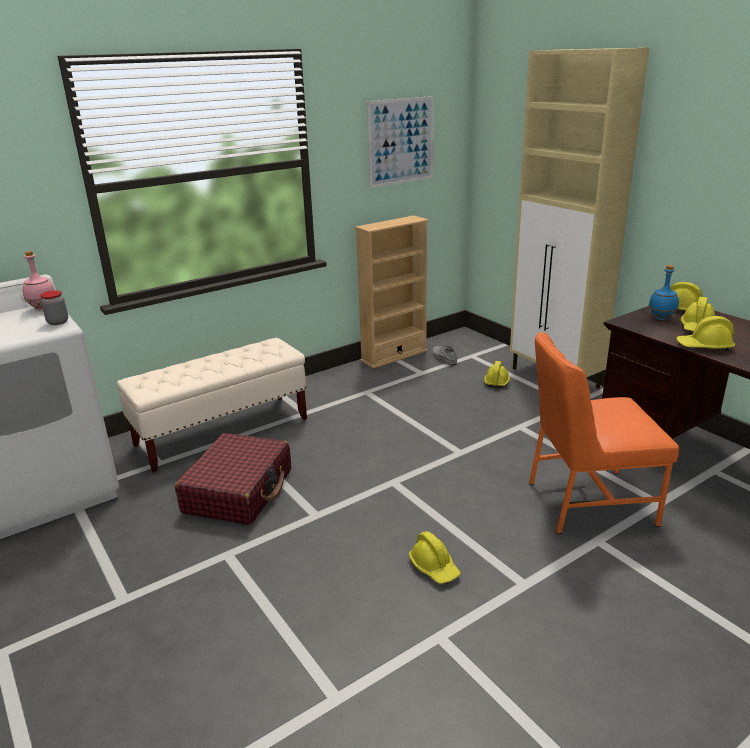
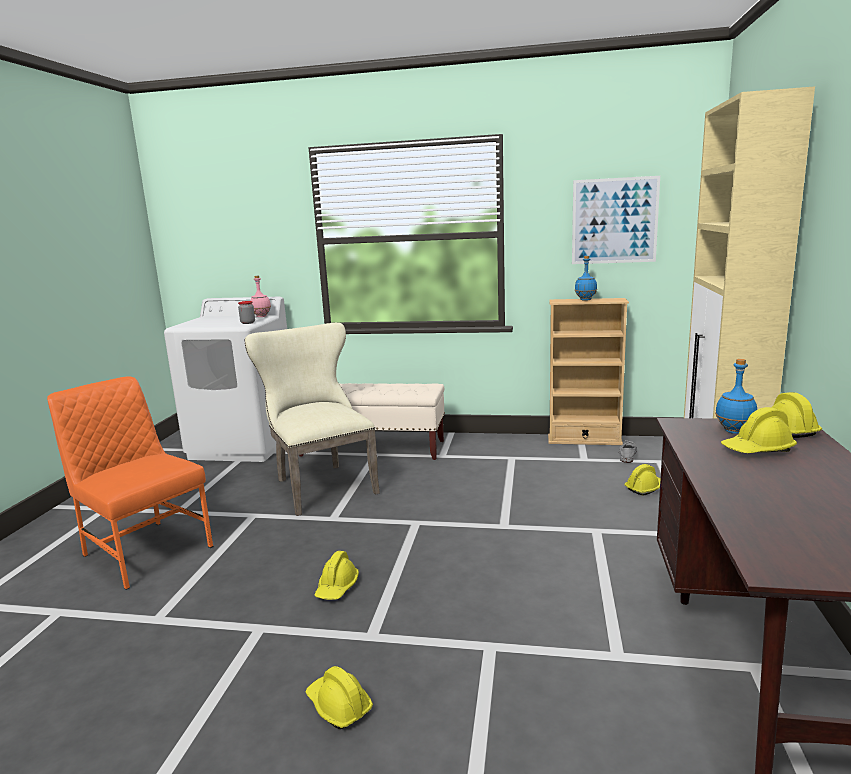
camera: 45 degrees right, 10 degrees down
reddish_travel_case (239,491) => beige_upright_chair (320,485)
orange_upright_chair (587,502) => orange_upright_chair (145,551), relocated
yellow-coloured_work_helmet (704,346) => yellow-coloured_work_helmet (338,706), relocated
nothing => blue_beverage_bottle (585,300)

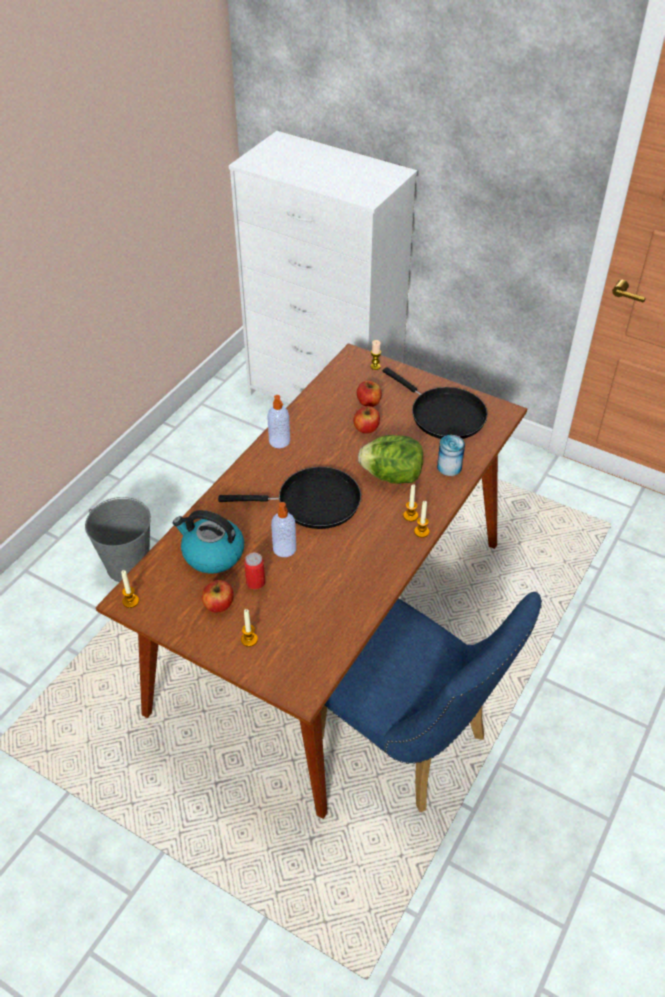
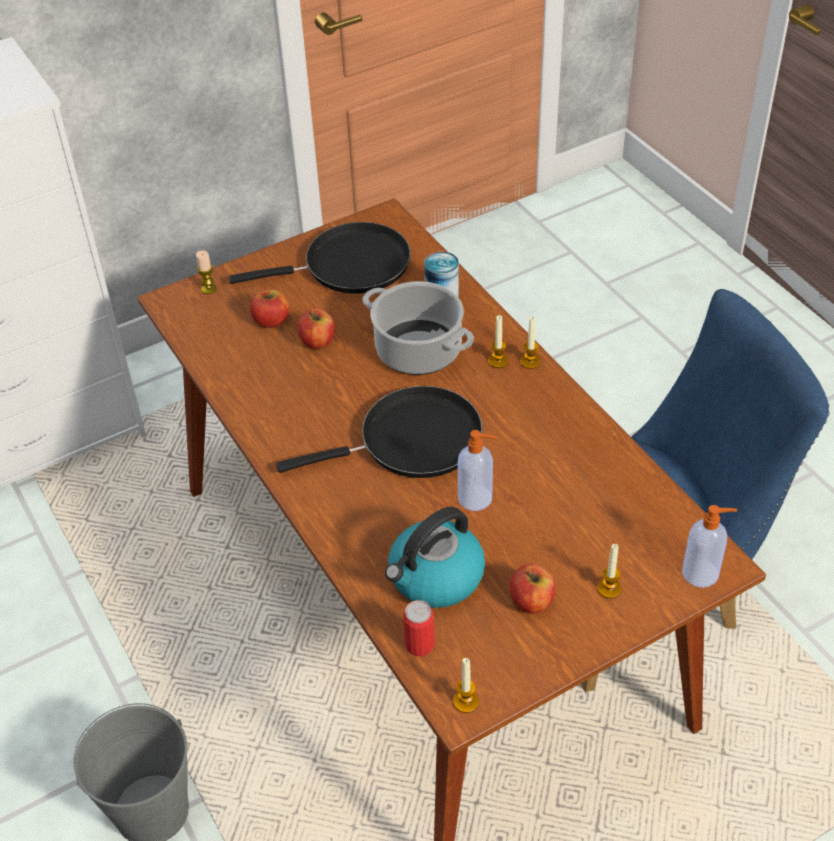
camera: 60 degrees left, 0 degrees up
black_skillet (312,502) => black_skillet (412,441), 45 degrees clockwise
can (255,582) => can (419,644), relocated
soap_dispenser (280,442) => soap_dispenser (701,573), relocated
lettuce (392,476) => stockpot (419,351)

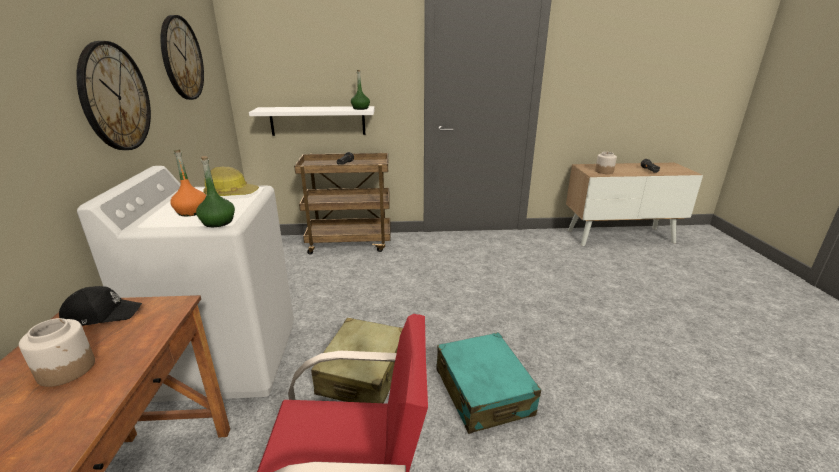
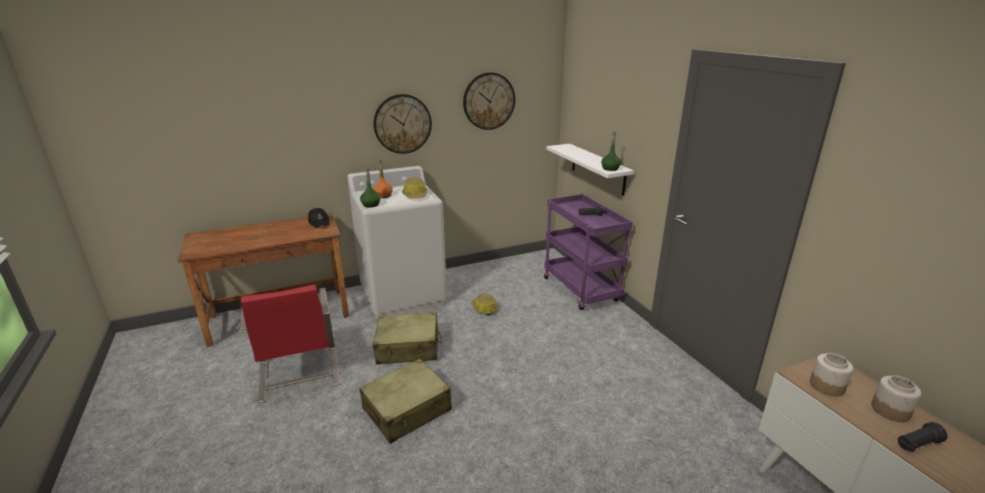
camera: 70 degrees right, 0 degrees up
preserve_jar (67,369) => preserve_jar (890,410), relocated
brownish_trolley (350,243) => purple-coloured_trolley (582,290)
turquoise_travel_case (483,392) => beige_travel_case (407,410)
nothing => work_helmet (484,309)

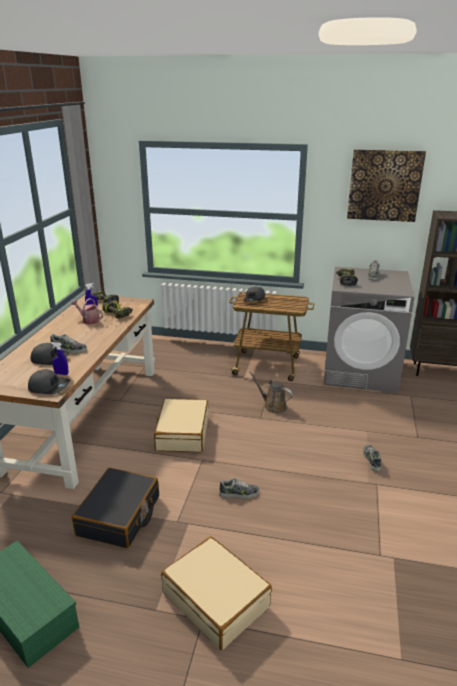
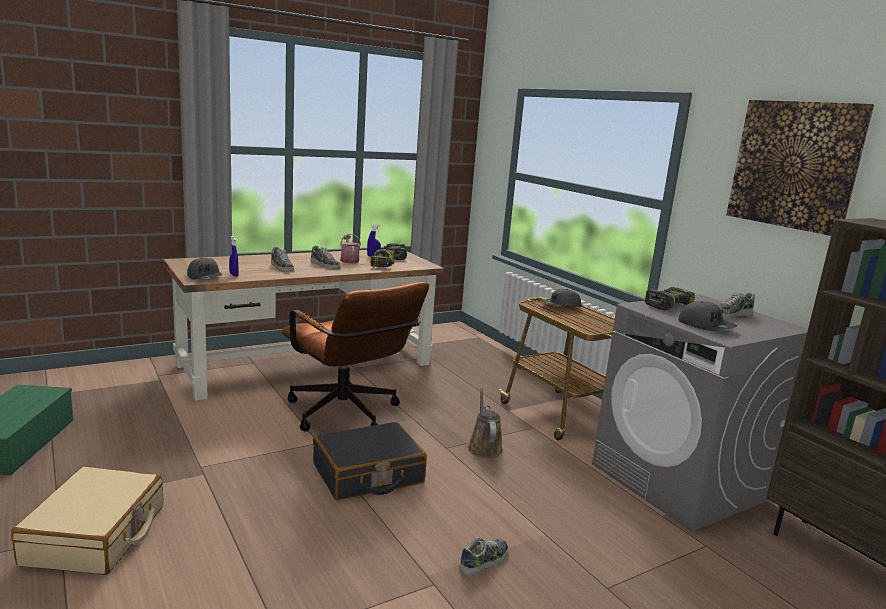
camera: 45 degrees right, 10 degrees down
grey_cap (50,359) => grey_cap (706,326), relocated
black_travel_case (119,516) => black_travel_case (368,474), relocated
beige_travel_case (182,433) => brownish_computer_chair (348,416)
shoe (239,493) => shoe (324,265), relocated

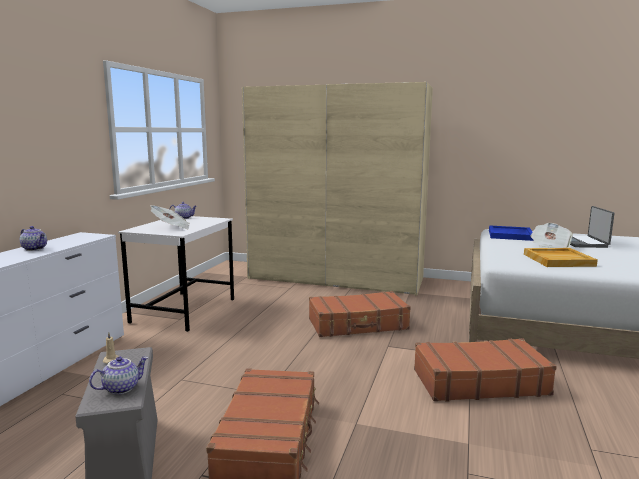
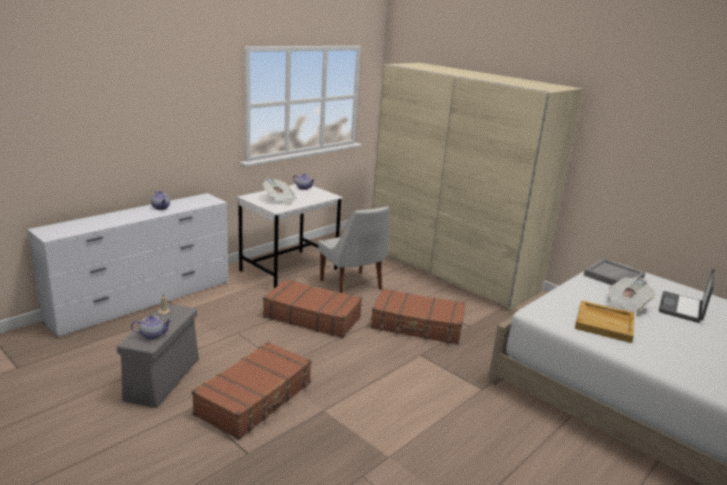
camera: 25 degrees right, 10 degrees up
brownish_travel_case (479,382) => brownish_travel_case (312,317), relocated
blue_serving_tray (510,235) => grey_serving_tray (614,277)
nothing => whitish_upright_chair (352,286)

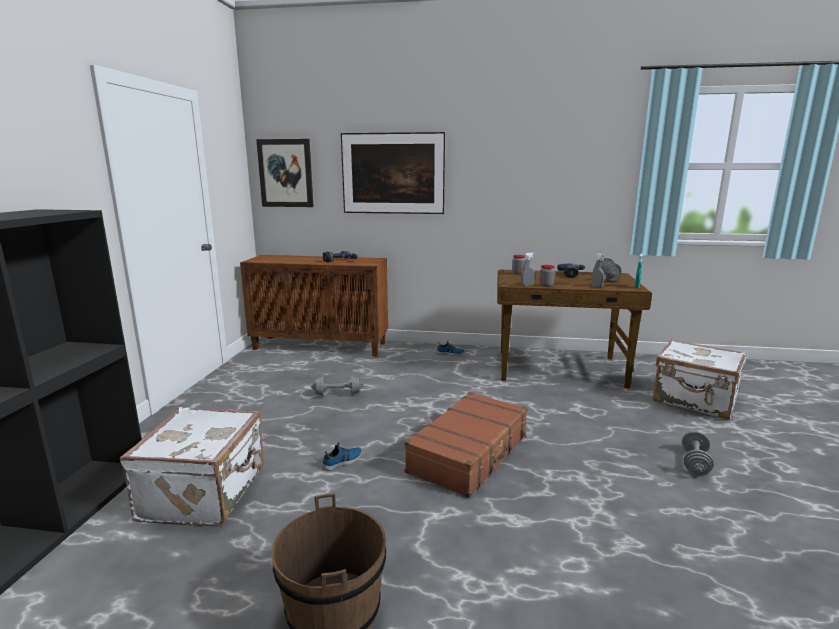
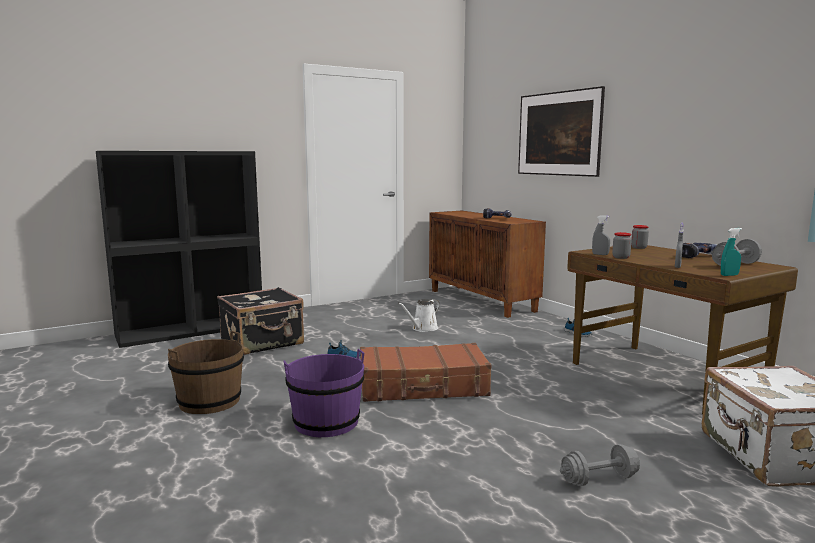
camera: 50 degrees right, 5 degrees down
whitish_travel_case (206,493) => black_travel_case (263,343)
wall_picture (285,173) => nothing
grey_hand_weight (338,394) => whitish_watering_can (423,329)
nothing => purple-coloured_bucket (326,422)

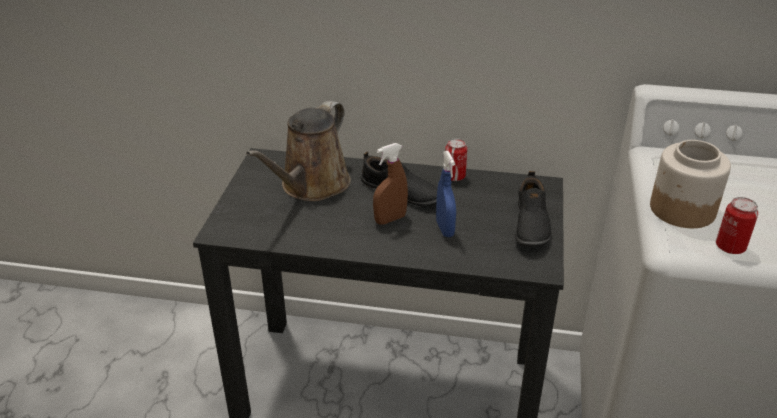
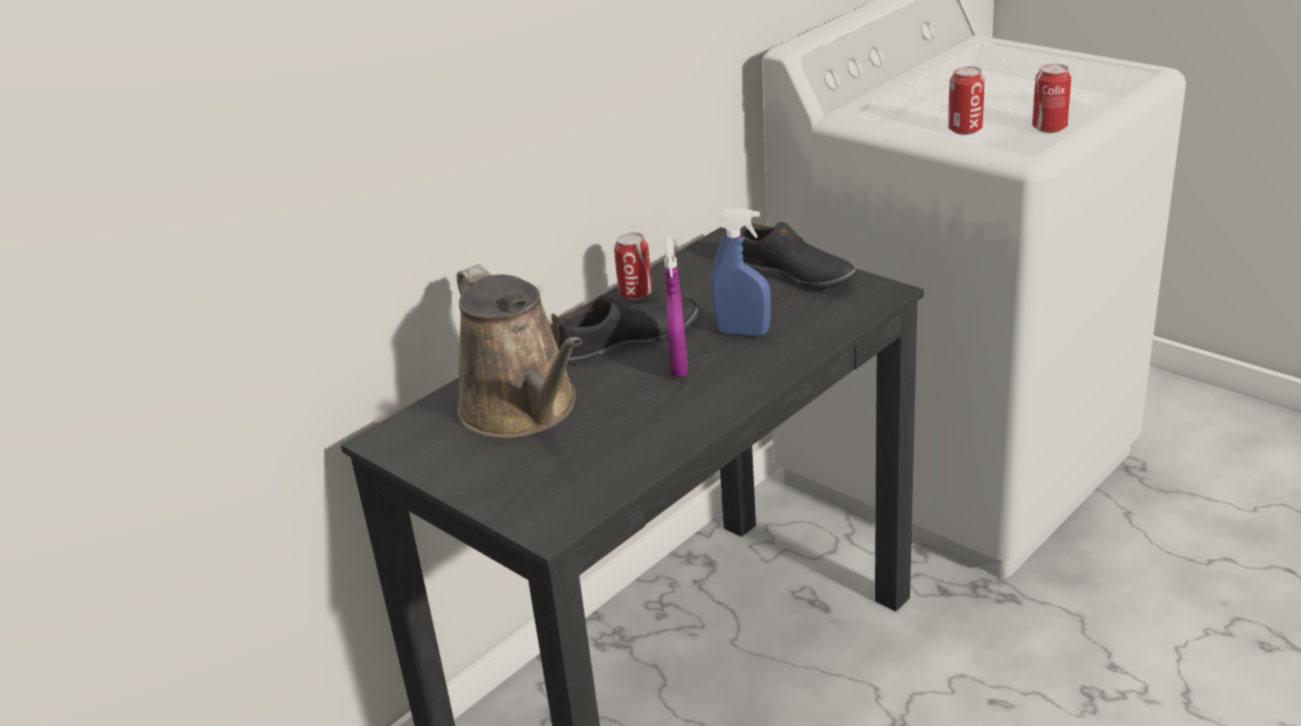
camera: 55 degrees left, 5 degrees down
brownish_spray_bottle (390,219) => purple-coloured_spray_bottle (679,366)
preserve_jar (681,209) => can (965,130)

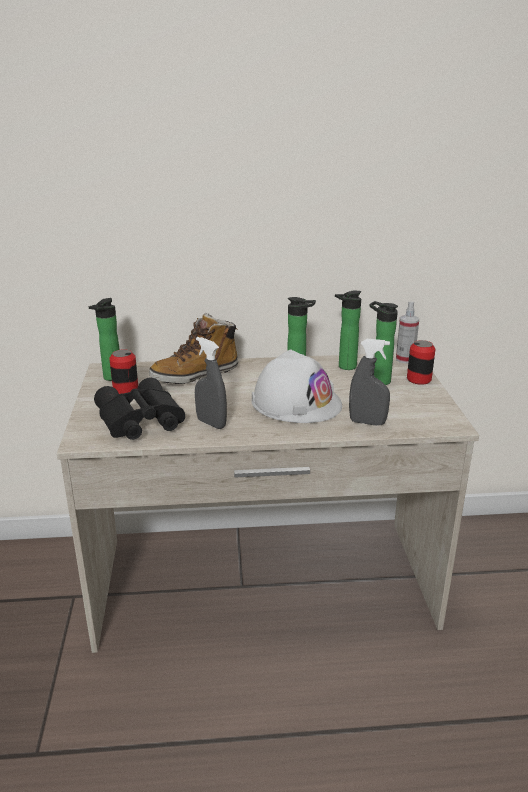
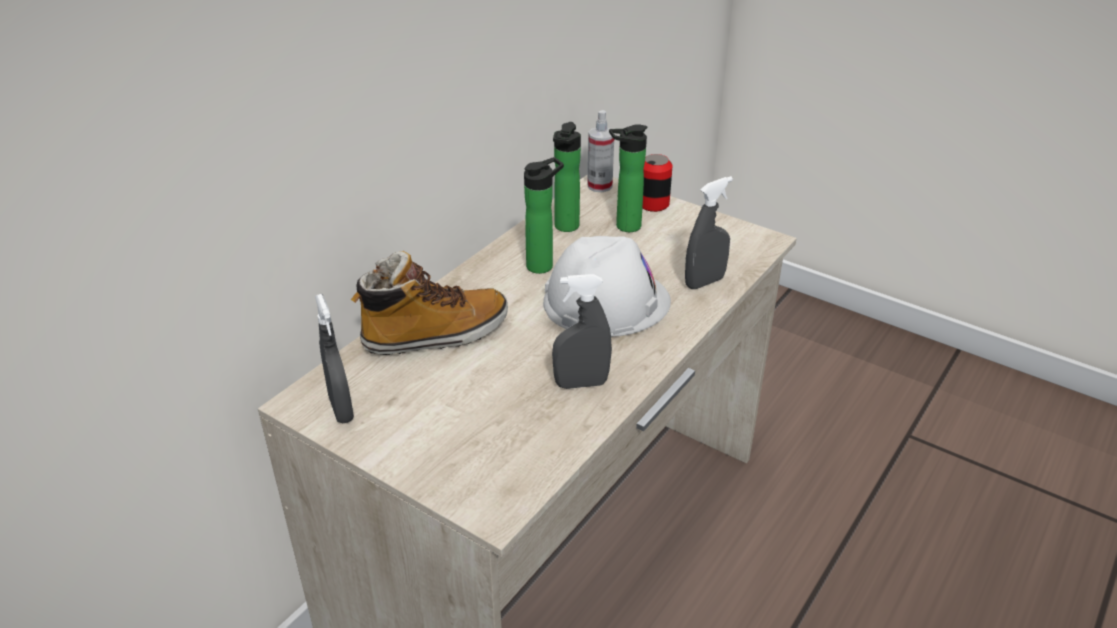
camera: 50 degrees left, 10 degrees up
beverage_bottle (110,378) => grey_spray_bottle (341,409)
black_field_glasses (139,421) => nothing
can (125,389) => nothing
tall_boot (195,374) => tall_boot (435,335), 120 degrees counterclockwise

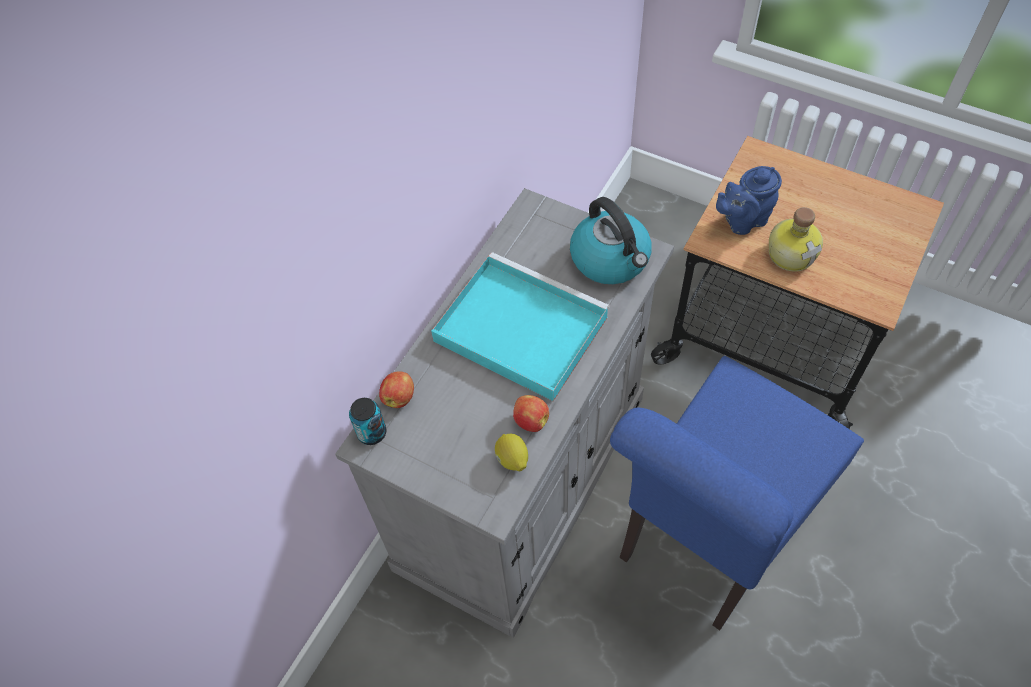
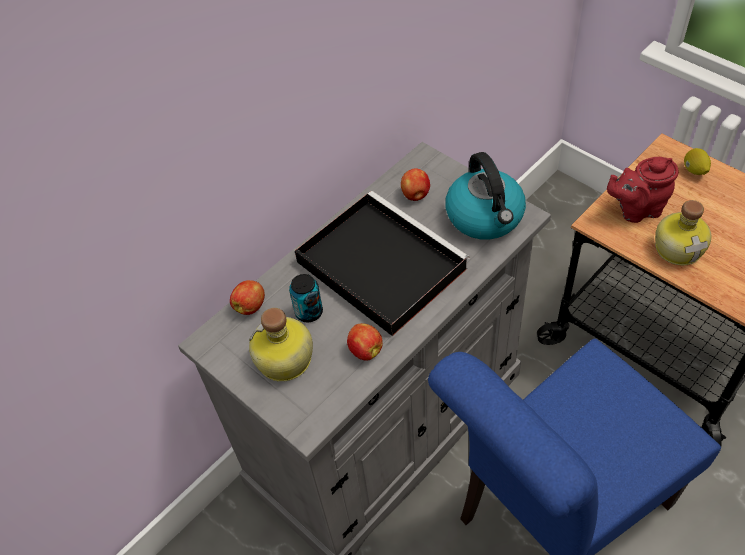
camera: 15 degrees right, 5 degrees down
can (372,433) => can (309,312), relocated
turquoise_serving_tray (517,328) => black_serving_tray (378,264)
lemon (512,459) => lemon (694,170), relocated
blue_pot_for_tea (742,221) => reddish_pot_for_tea (636,209)
nothing => beverage_bottle (284,361)
nothing => whole_apple (415,195)

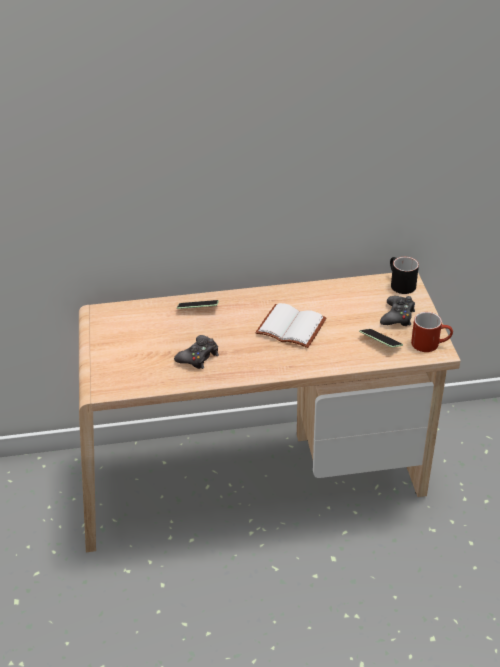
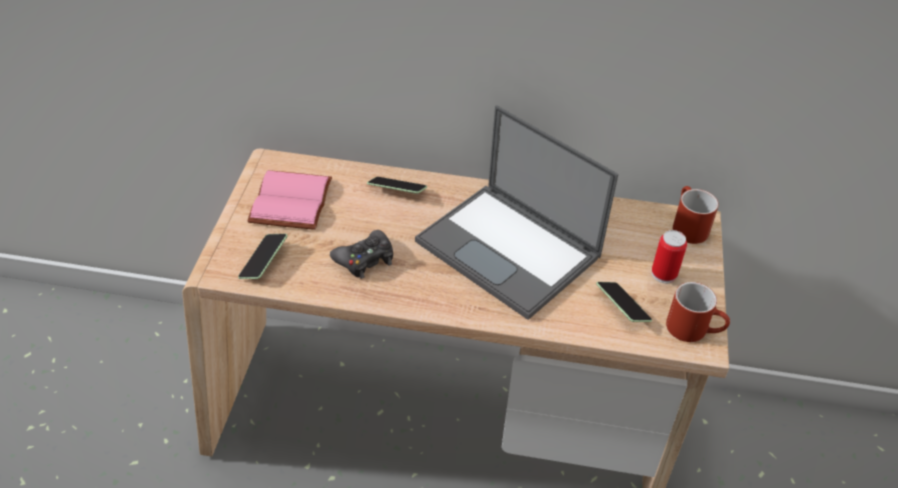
camera: 15 degrees right, 5 degrees up
whitish_volume (292,326) => laptop (510,250)
black_gamepad (398,316) => can (664,274)
black_coffee_mug (399,284) => reddish_coffee_mug (686,226)
nothing => phone (264,262)
nothing => pink_volume (293,203)

